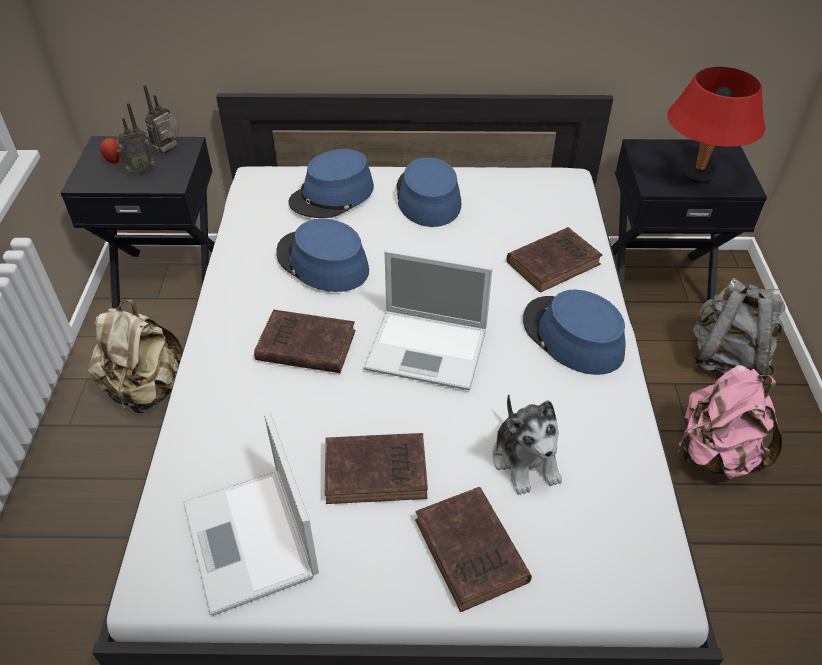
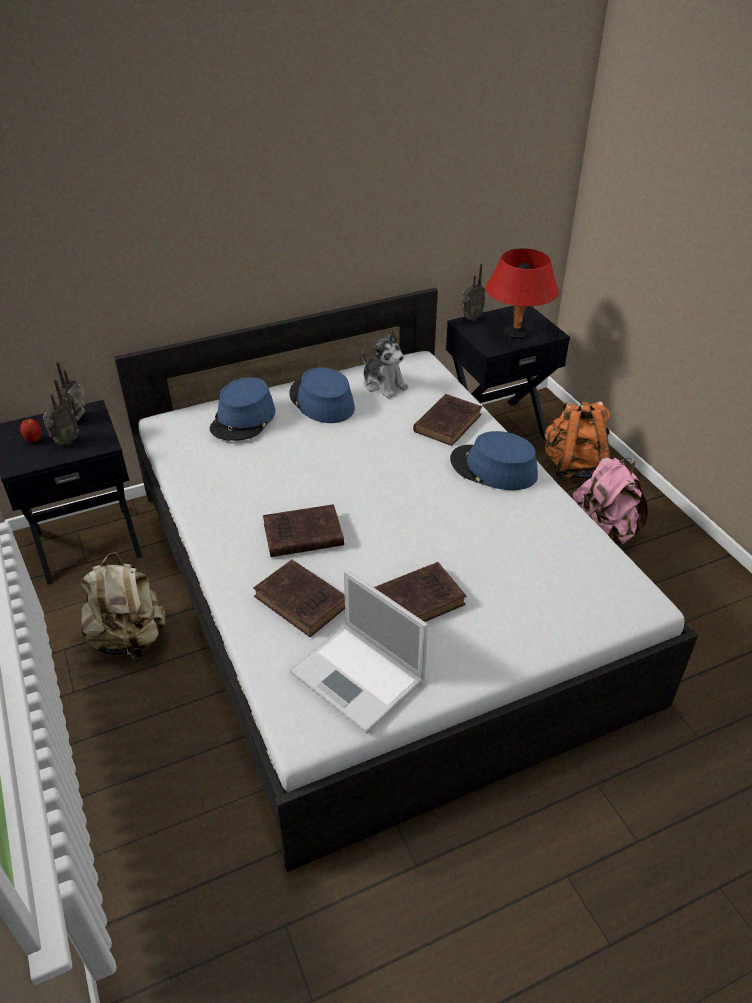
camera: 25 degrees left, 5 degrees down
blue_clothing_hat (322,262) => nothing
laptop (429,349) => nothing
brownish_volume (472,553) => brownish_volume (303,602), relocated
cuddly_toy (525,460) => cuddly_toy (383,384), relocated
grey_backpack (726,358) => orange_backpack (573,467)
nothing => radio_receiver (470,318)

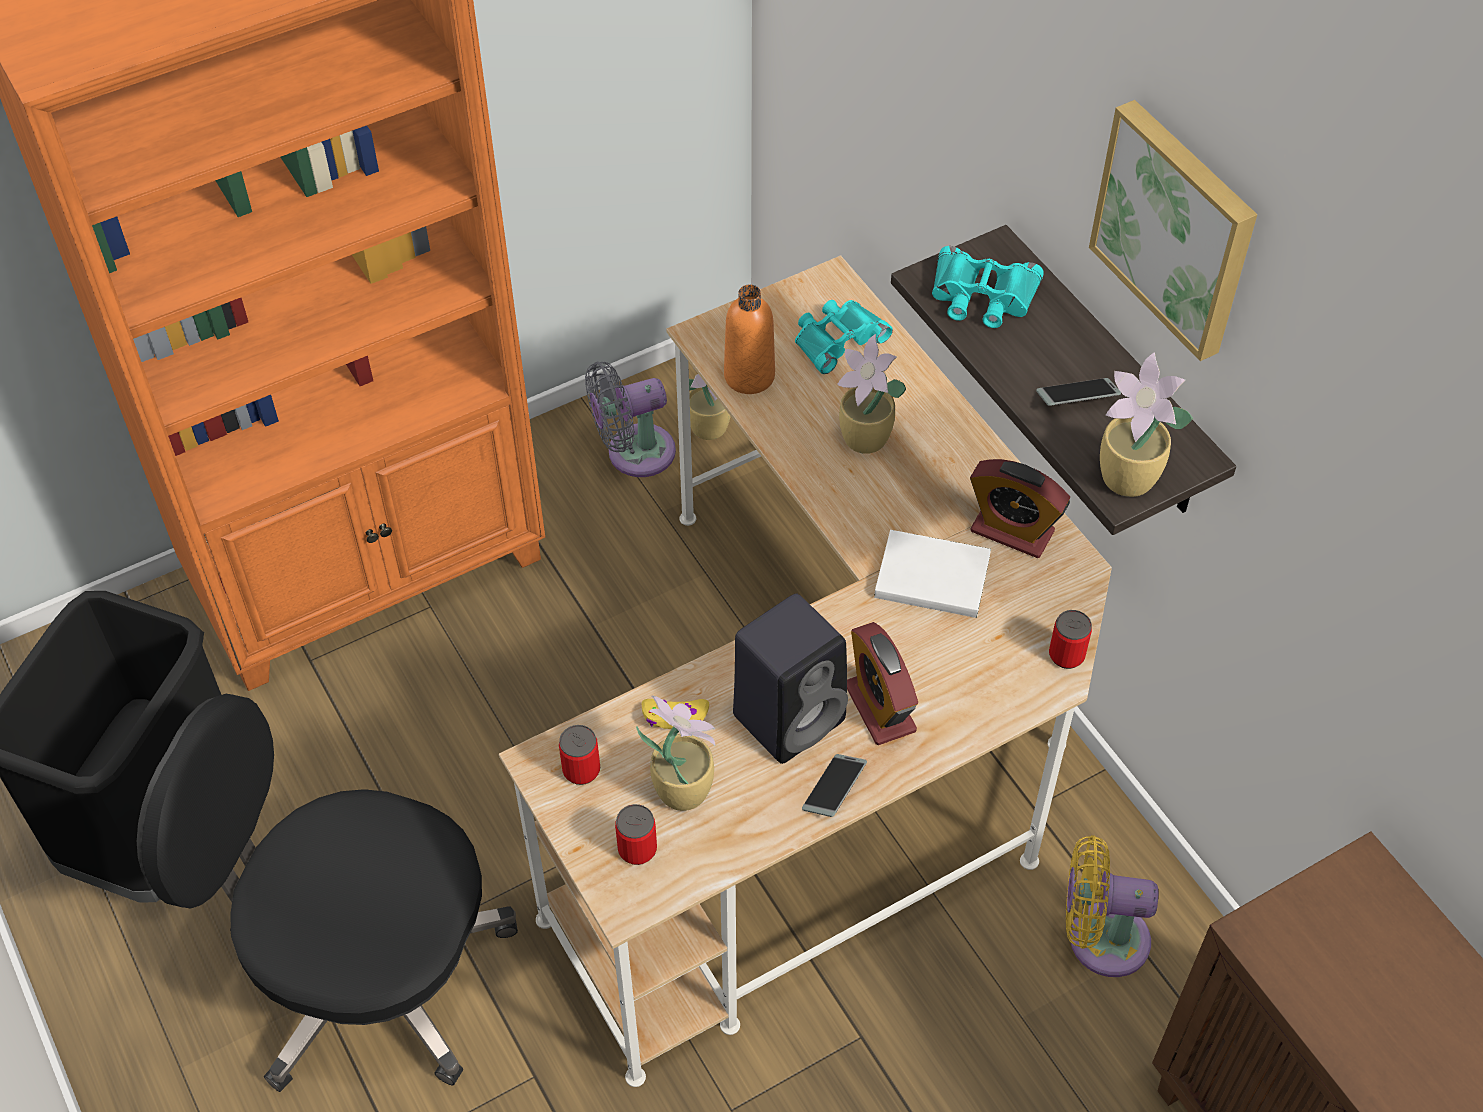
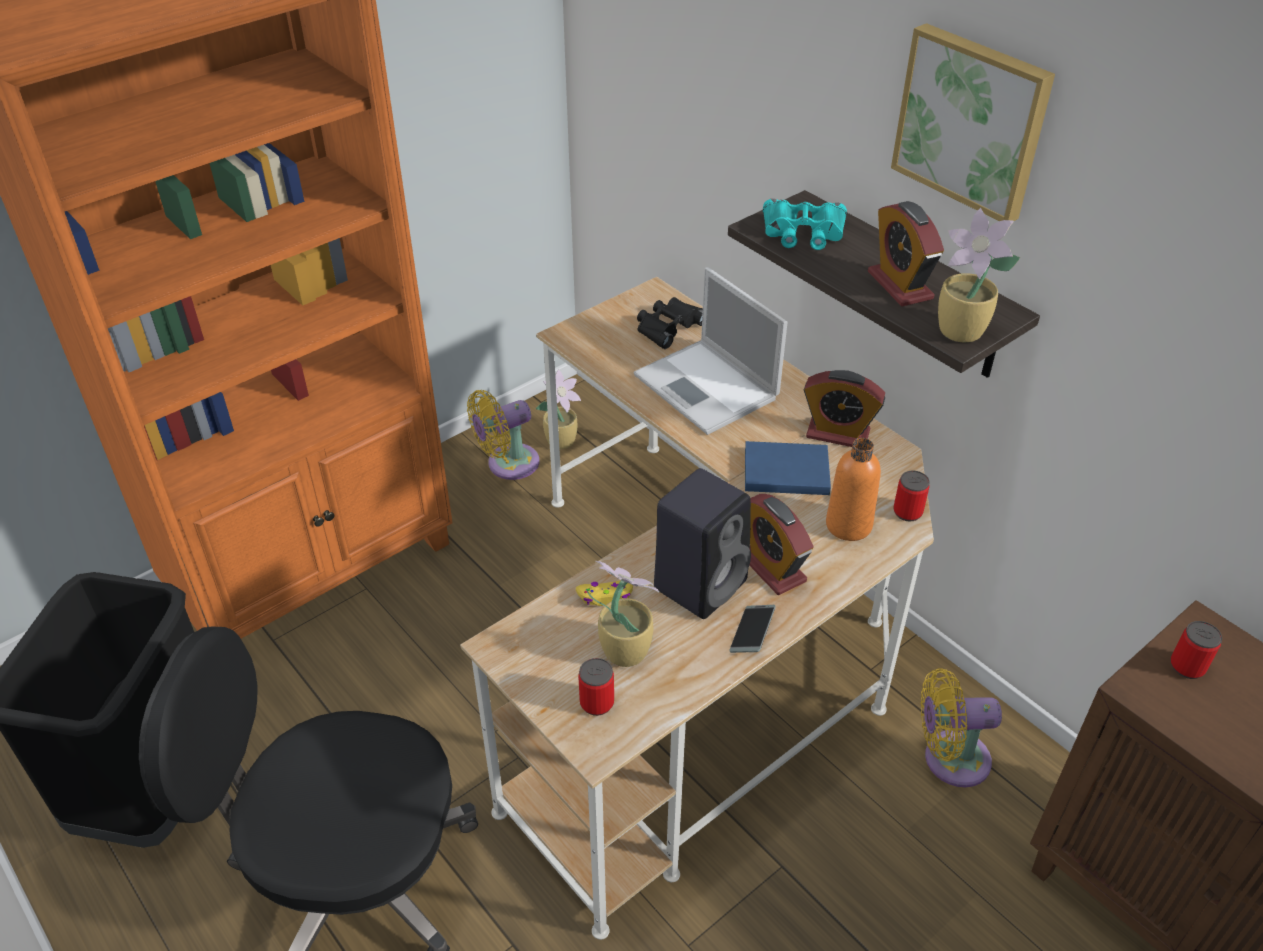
camera: 10 degrees left, 10 degrees down
can (581,770) => can (1187,666), relocated
grey_fan (634,453) => yellow-coloured_fan (508,464)
orange_beverage_bottle (749,376) => orange_beverage_bottle (848,525), relocated
turquoise_field_glasses (837,339) => black_field_glasses (668,326)
plant_in_a_pot (865,440) => laptop (708,388)
whitish_volume (929,575) => blue_volume (783,470)
phone (1077,397) => table_clock (900,285)

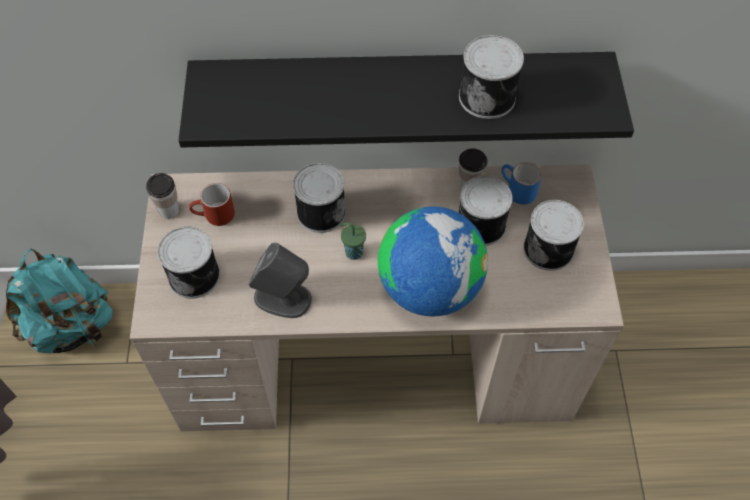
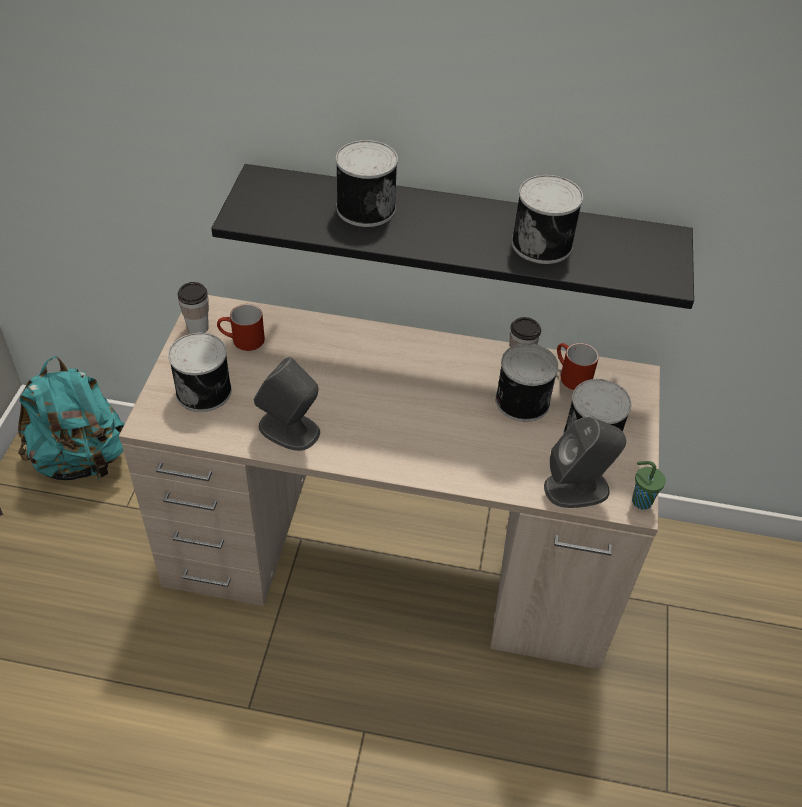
camera: 10 degrees right, 10 degrees down
can (320,211) => can (365,207), relocated
greenish_drinking_cup (353,252) => greenish_drinking_cup (640,501), relocated
world_globe (429,288) => nothing
blue_coffee_mug (516,190) => reddish_coffee_mug (570,376)
nothing => grey_loudspeaker (577,488)

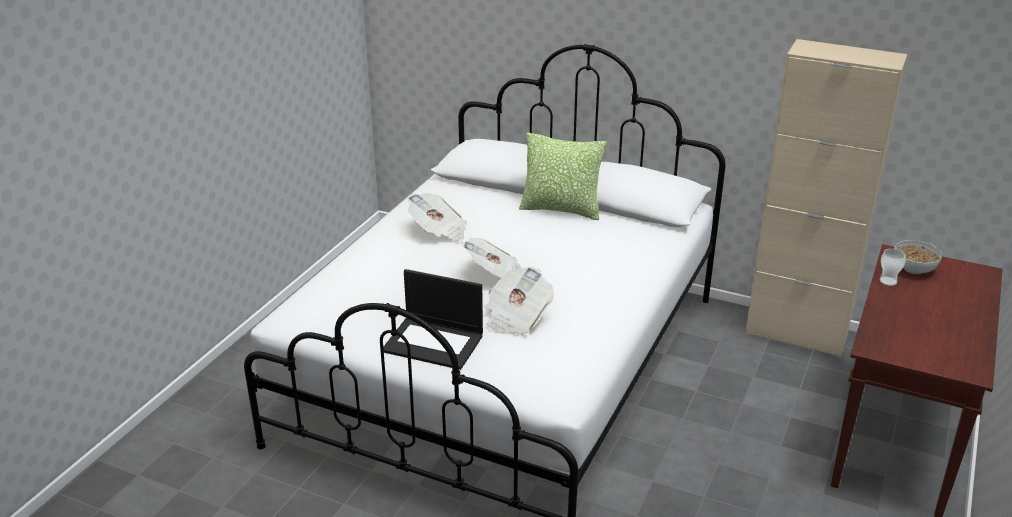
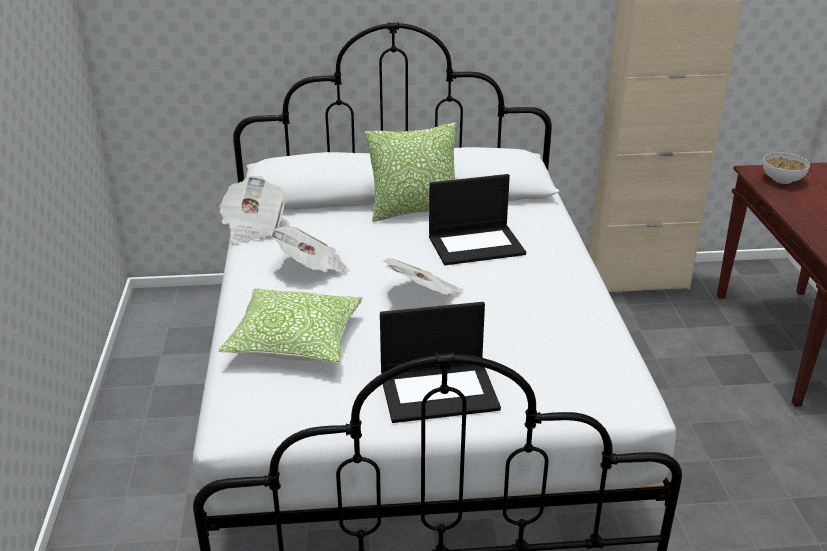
camera: 30 degrees left, 0 degrees up
daily_paper (516,318) => daily_paper (252,227), relocated
drinking_cup (888,281) => nothing
nothing => throw_pillow (295,341)
nothing => laptop (477,244)

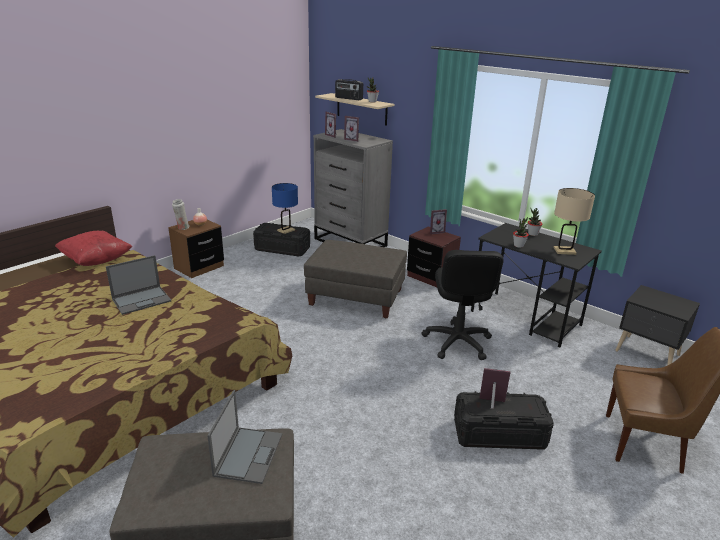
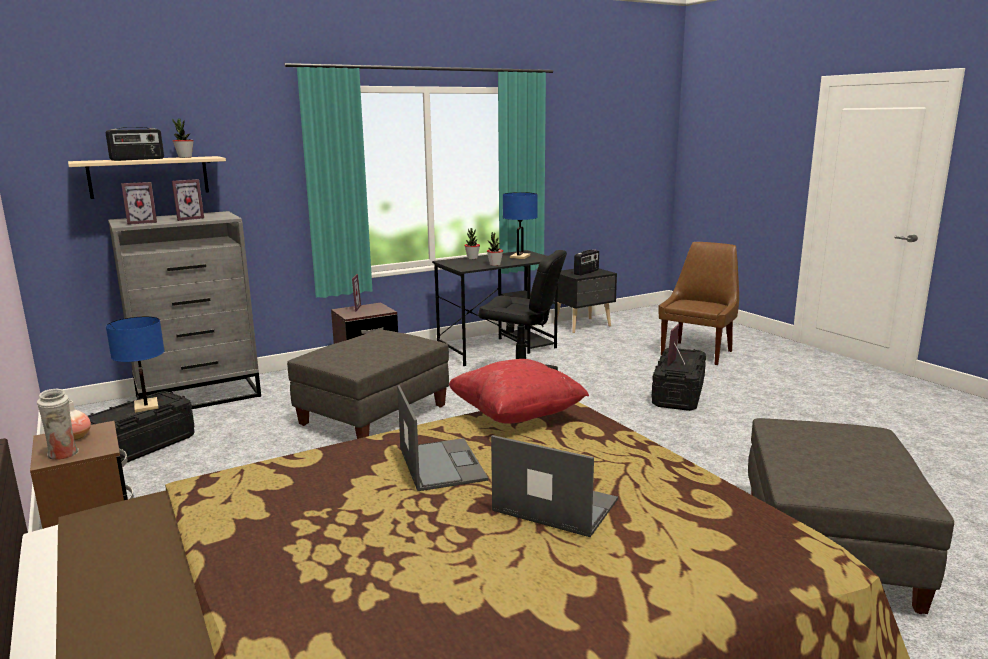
camera: 70 degrees left, 10 degrees down
reddish_throw_pillow (96,261) => reddish_throw_pillow (516,416), relocated
laptop (248,454) => laptop (553,505), relocated
beige_lamp_for_a_table (564,251) => blue_lamp_for_a_table (520,256)
nothing => radio_receiver (586,272)

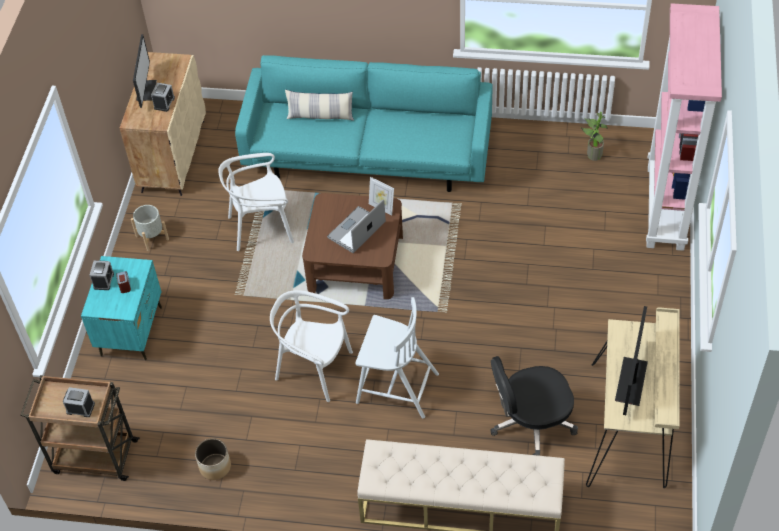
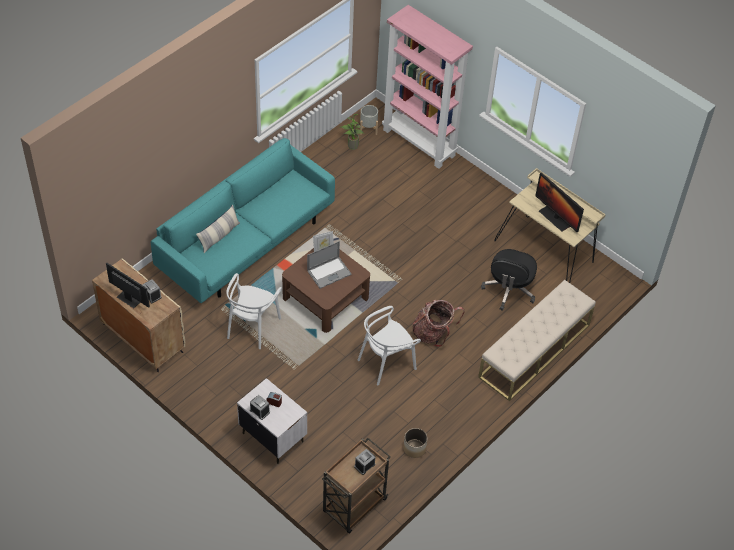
camera: 60 degrees left, 0 degrees up
turquoise_bedside_table (132,331) => whitish_bedside_table (273,437)
grey_plant_pot (152,237) => grey_plant_pot (368,128), relocated
laptop (356,230) => laptop (329,272), 105 degrees counterclockwise
whitish_upright_chair (395,387) => backpack (433,333)

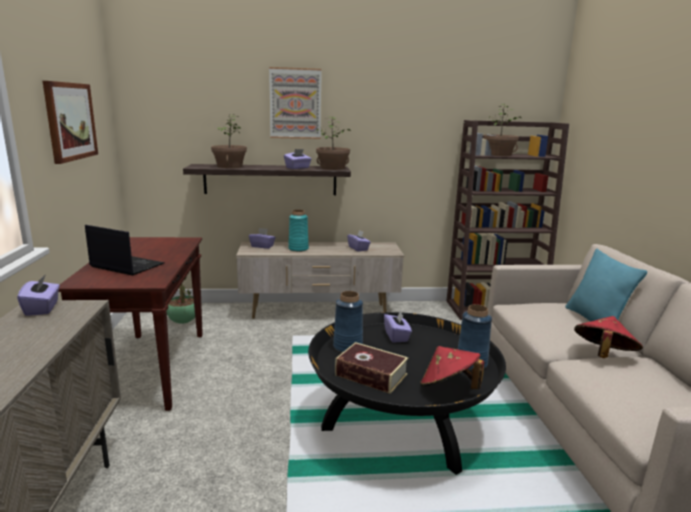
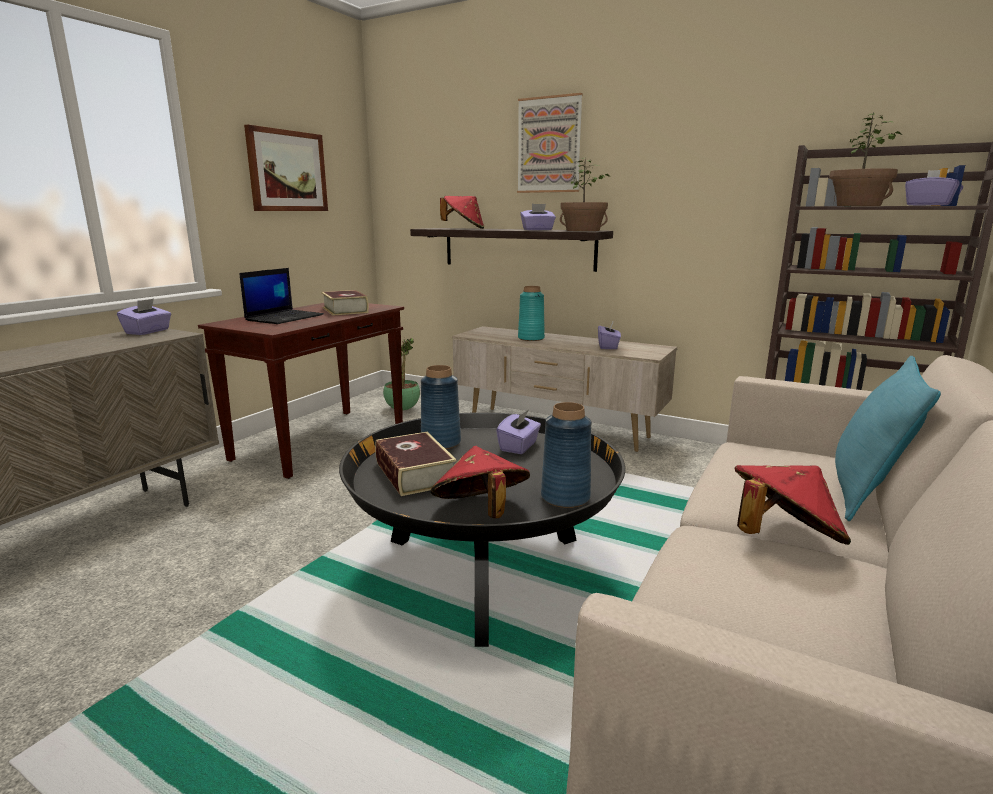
camera: 35 degrees right, 0 degrees up
laptop (126,265) => laptop (285,317), 60 degrees clockwise
plant_in_a_pot (229,166) => reddish_clothing_hat (464,228)
purple-coloured_box_of_tissues (262,246) => purple-coloured_box_of_tissues (930,205), relocated
nothing => volume (345,310)

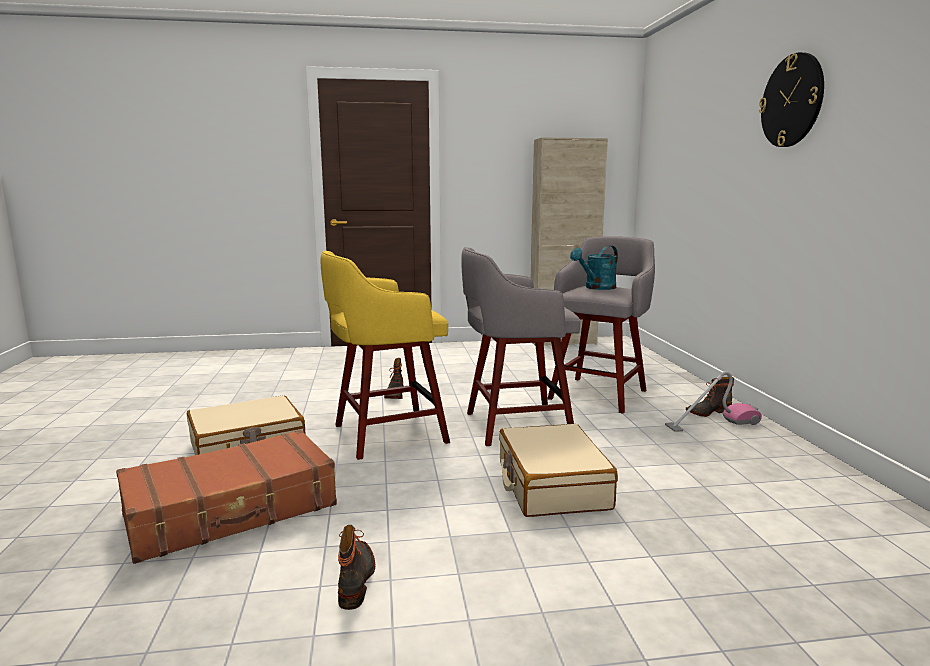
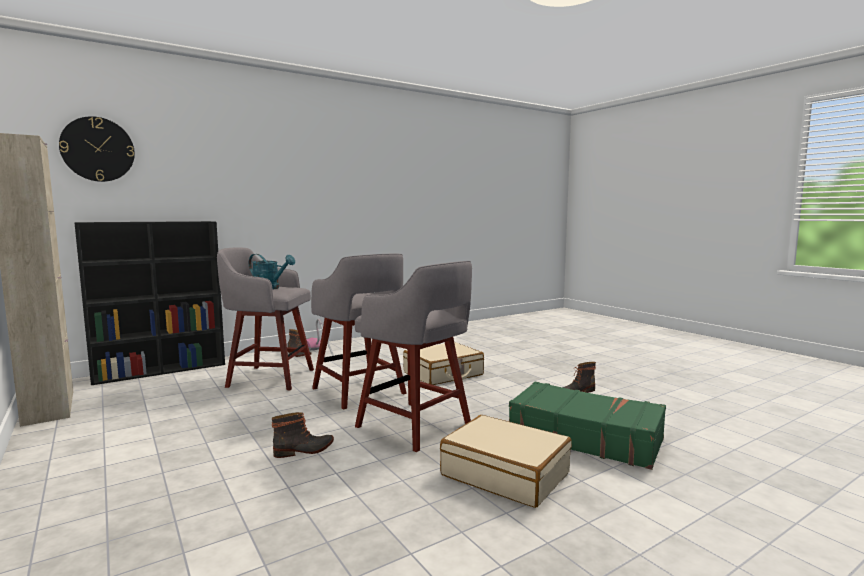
camera: 115 degrees left, 5 degrees down
brownish_travel_case (232,511) => greenish_travel_case (585,437)
yellow-coloured_stool (386,434) => grey_stool (416,426)
wall_clock (792,101) => wall_clock (98,149), relocated
nothing => black_shelving_unit (162,370)

